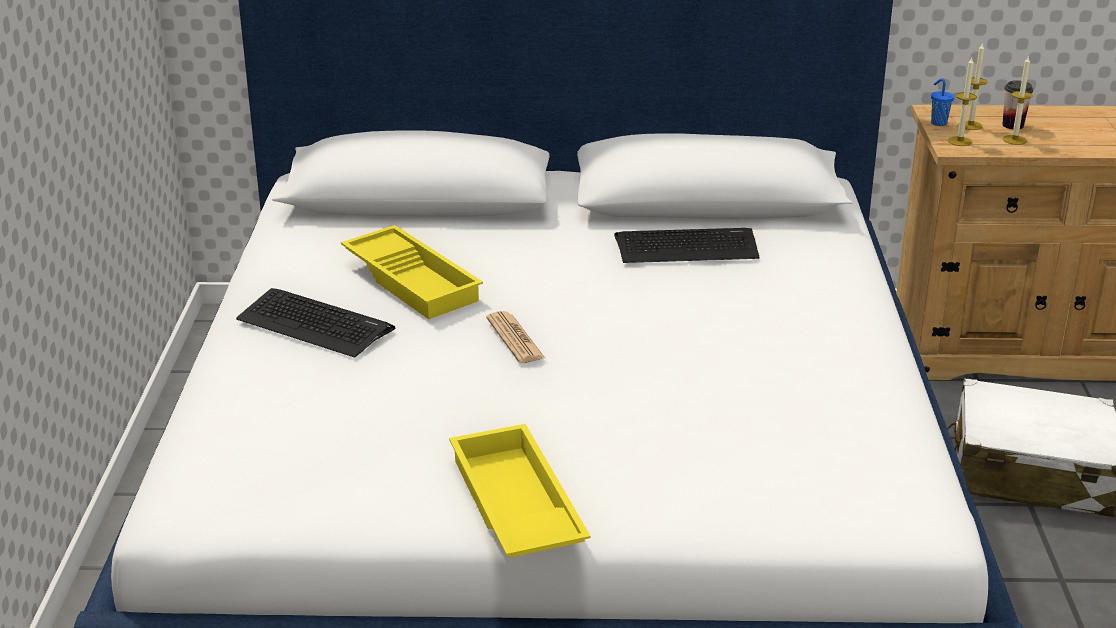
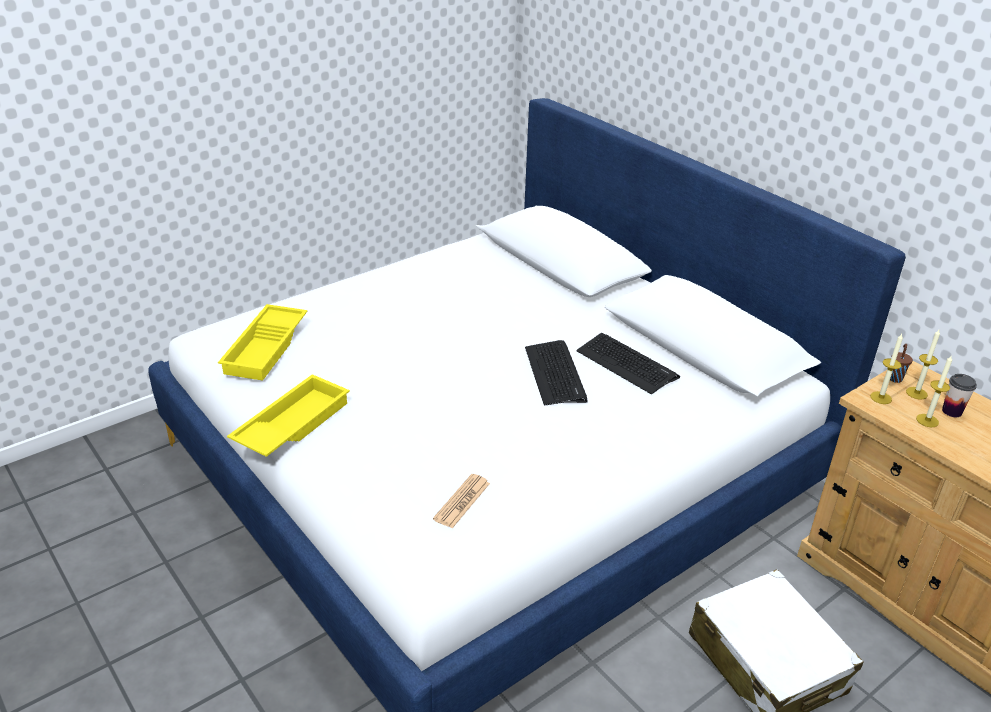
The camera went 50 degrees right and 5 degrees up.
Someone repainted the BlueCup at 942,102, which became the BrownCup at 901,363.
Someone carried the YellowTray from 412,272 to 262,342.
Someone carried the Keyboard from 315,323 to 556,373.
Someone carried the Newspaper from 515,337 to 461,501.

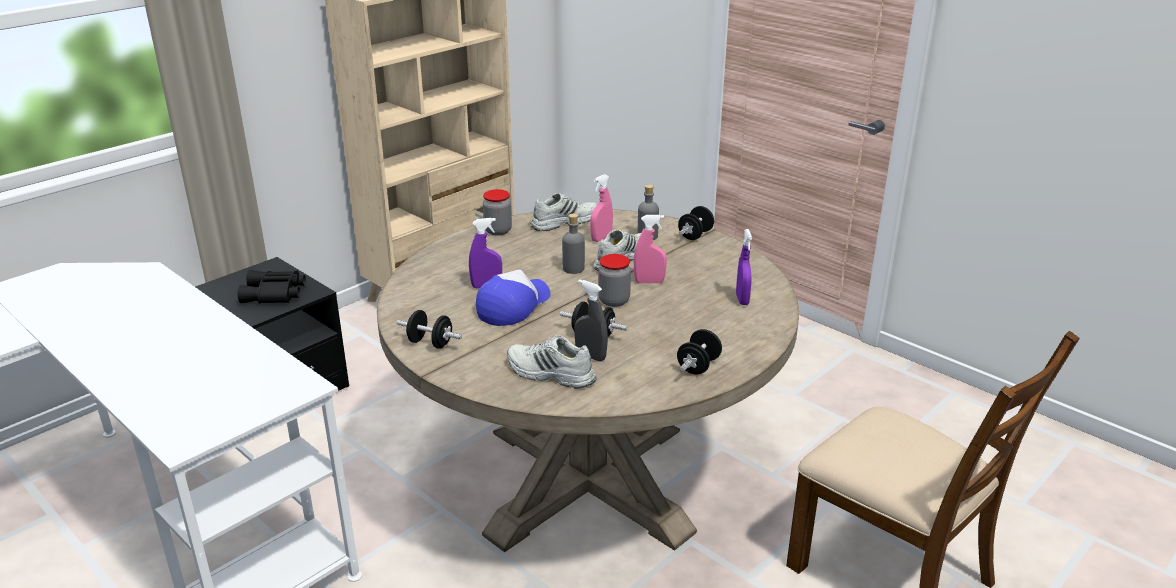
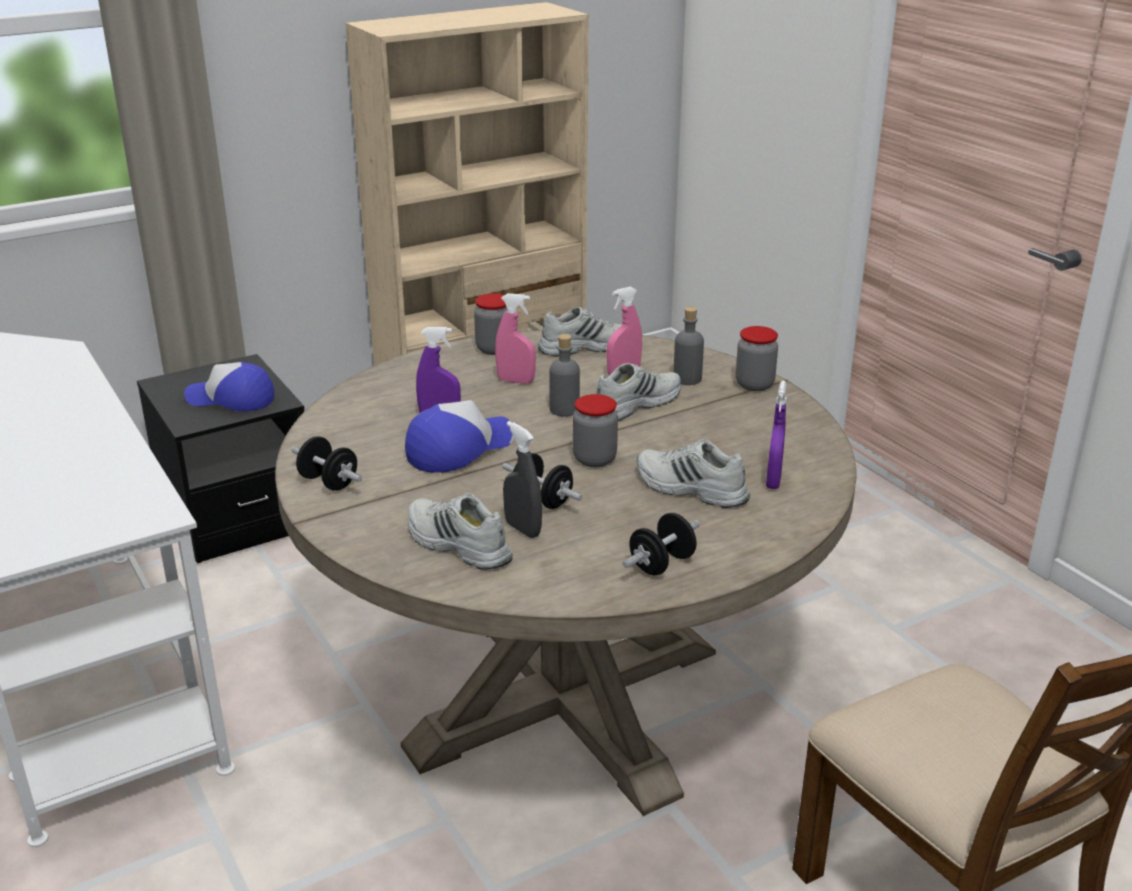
The camera went 15 degrees right and 0 degrees up.
Someone swapped the BlackDumbbell at 696,223 for the Jar at 757,358.
Someone carried the PinkSprayBottle from 650,249 to 515,338.
Someone swapped the BlackBinoculars at 272,287 for the Cap at 229,386.
Someone put down the WhiteShoe at 693,473.

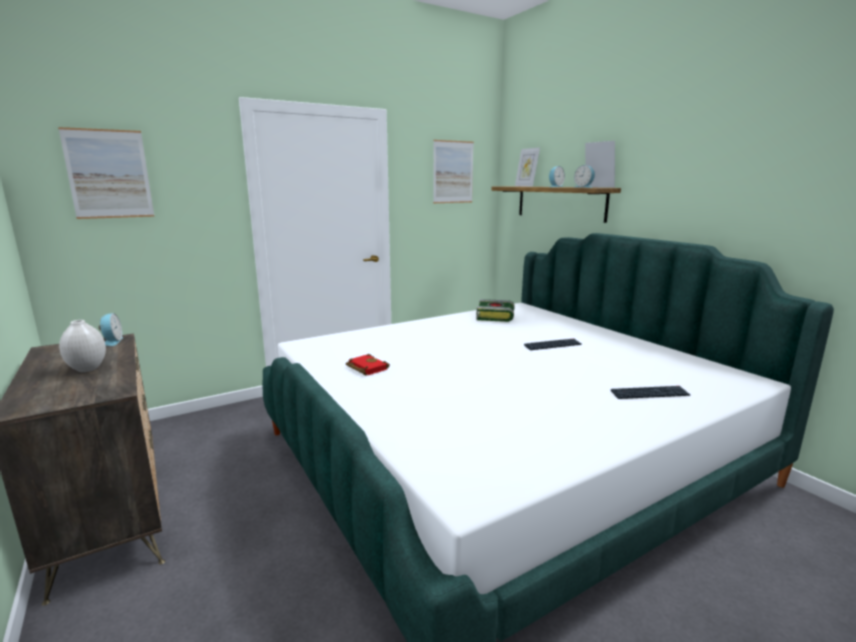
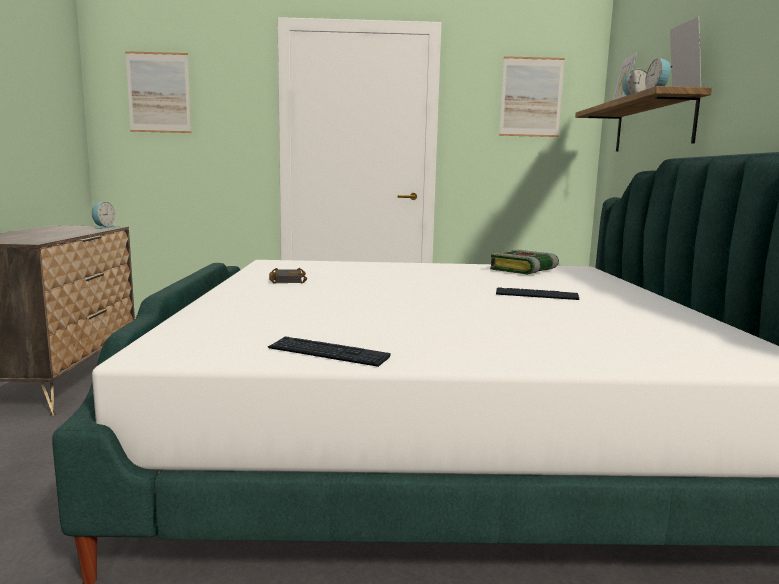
The camera went 30 degrees right and 5 degrees down.
Someone took away the WhiteVase at 82,346.
Someone repainted the RedBook at 368,365, which became the BlackBook at 288,276.
Someone carried the Keyboard from 650,392 to 329,351.

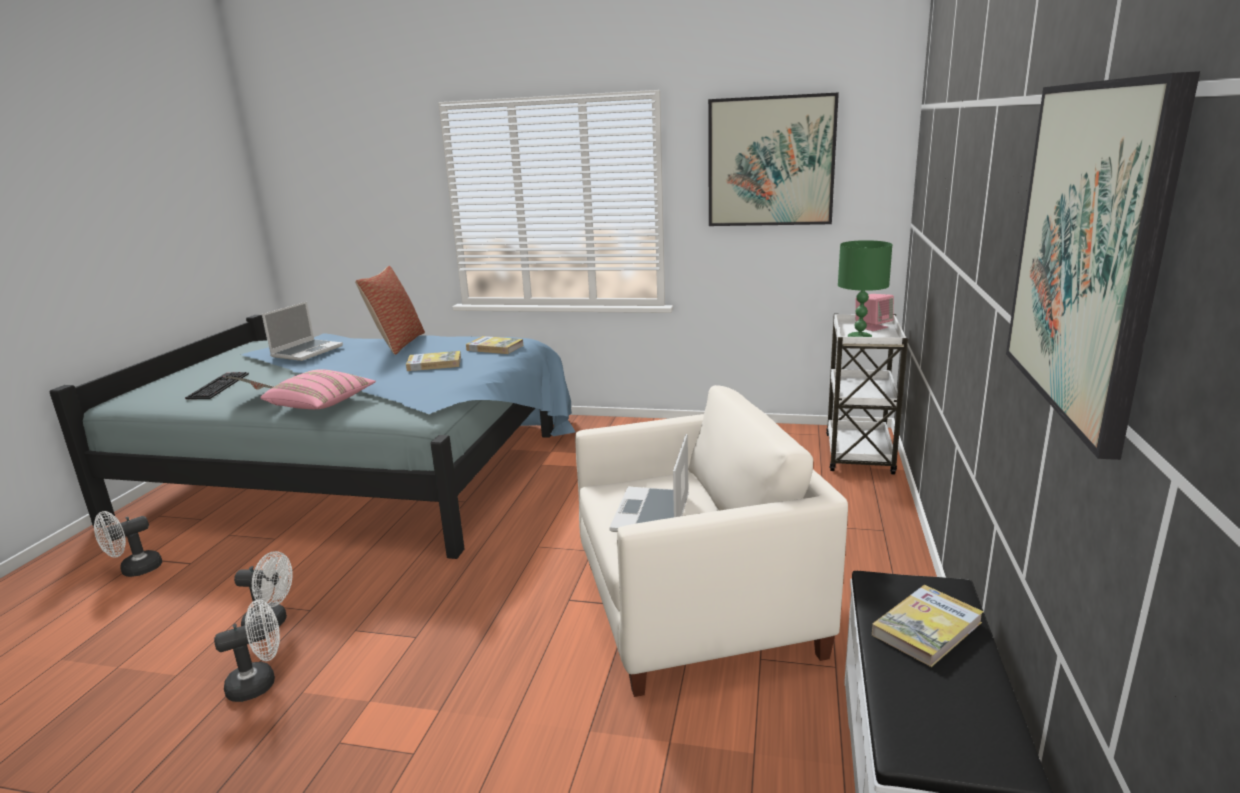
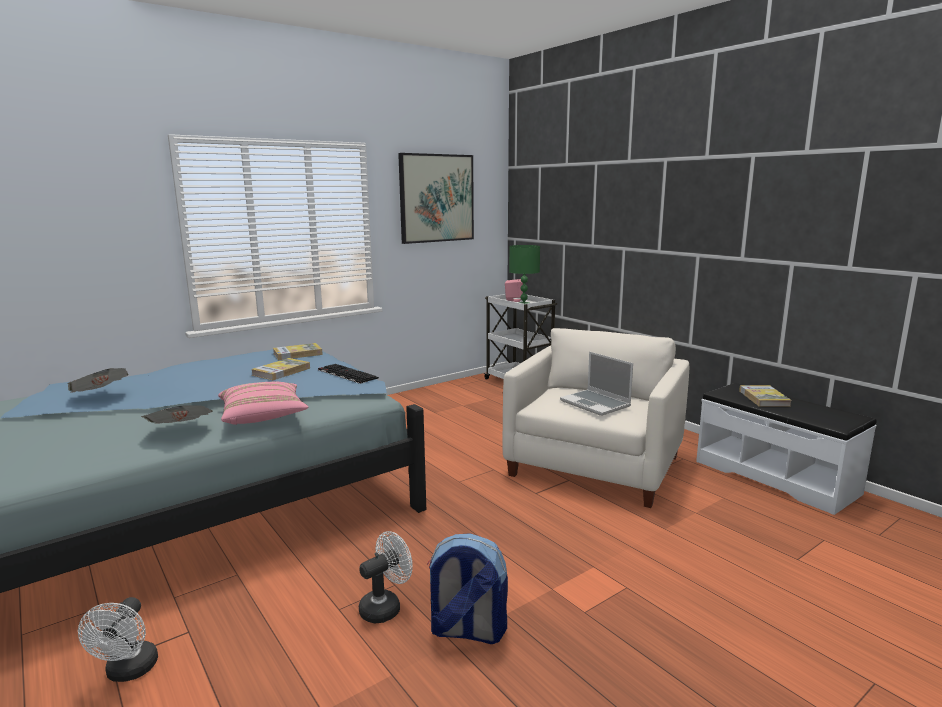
The camera went 50 degrees left and 5 degrees down.
Someone took away the Picture at 1103,265.
Someone took away the Pillow at 390,310.
Someone swapped the Laptop at 302,331 for the Newspaper at 98,380.
Someone carried the Keyboard from 217,386 to 348,374.
Someone swapped the WhiteFan at 247,650 for the Backpack at 467,588.

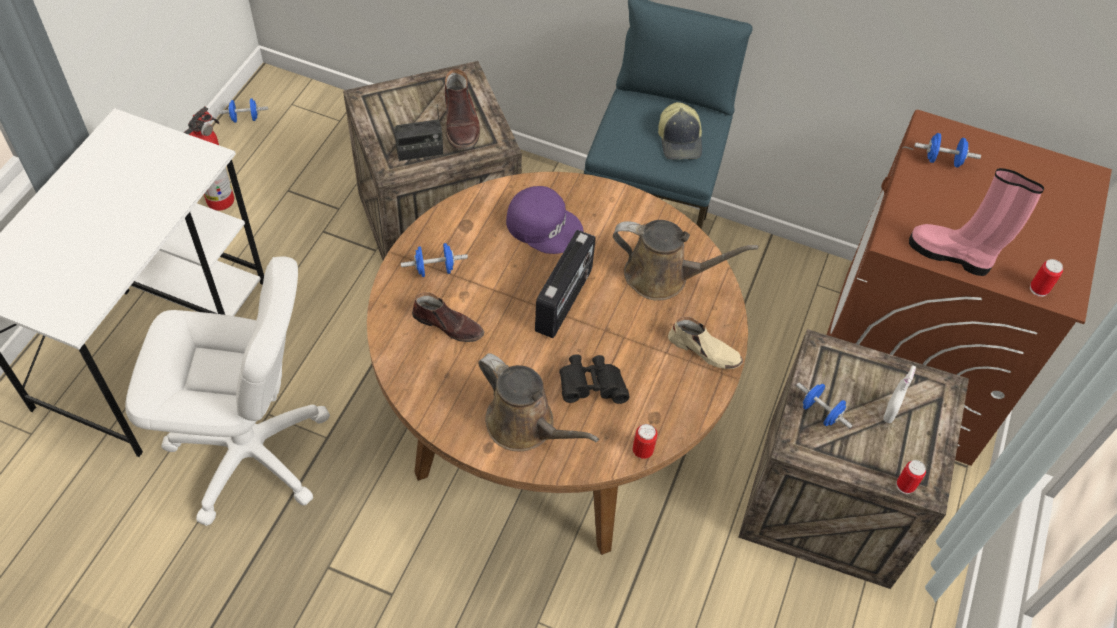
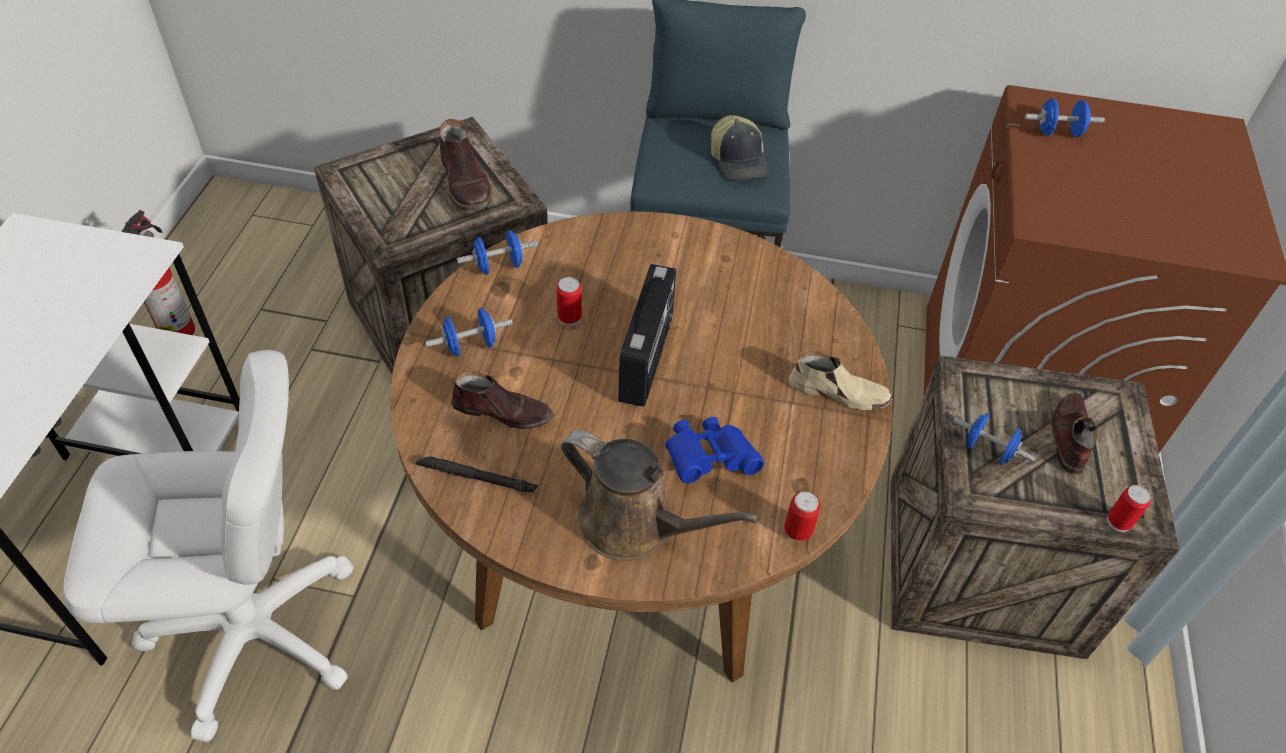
The camera went 10 degrees left and 5 degrees down.
Someone carried the BlueDumbbell from 243,110 to 497,252.
Someone took away the Radio at 418,132.
Someone took away the PinkBoot at 976,222.
Someone took away the PurpleCap at 544,220.
Someone took away the BrownWateringCan at 685,260.
Someone carried the Can from 1046,278 to 569,301.
Someone repainted the BlackBinoculars at 594,379, which became the BlueBinoculars at 714,450.
Someone swapped the WhiteSprayBottle at 899,394 for the BrownShoe at 1074,433.
Someone put down the BlackFlashlight at 477,474.

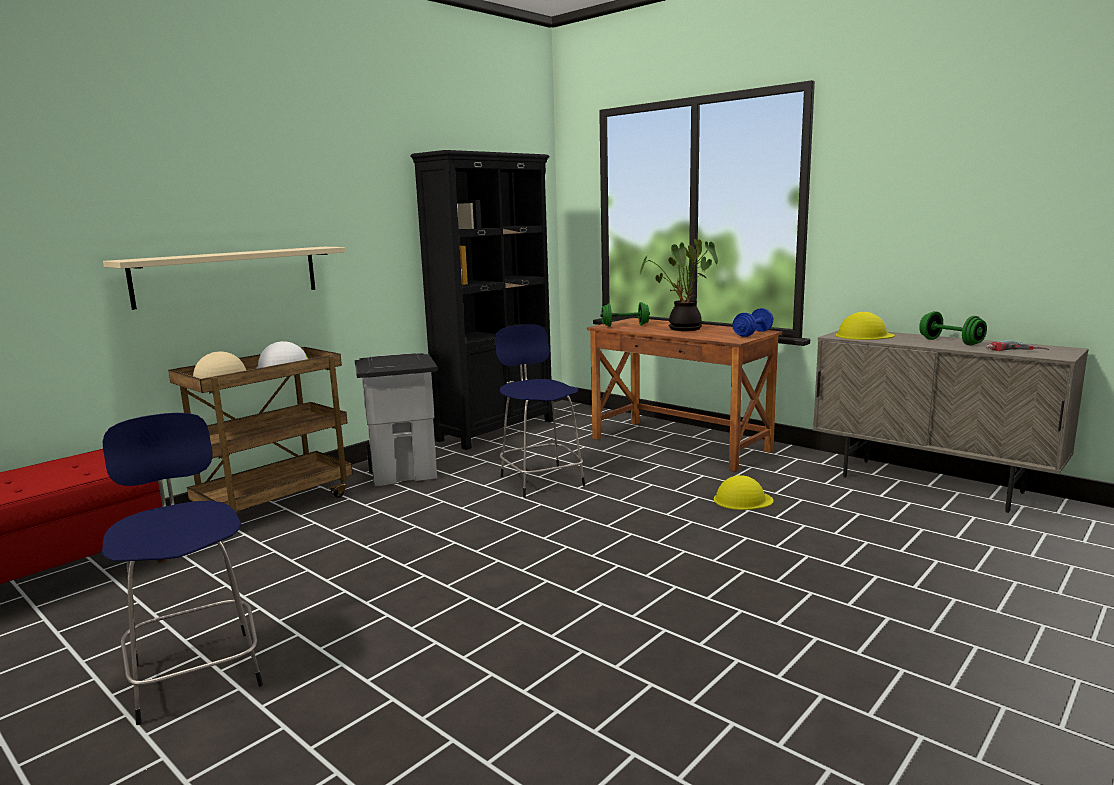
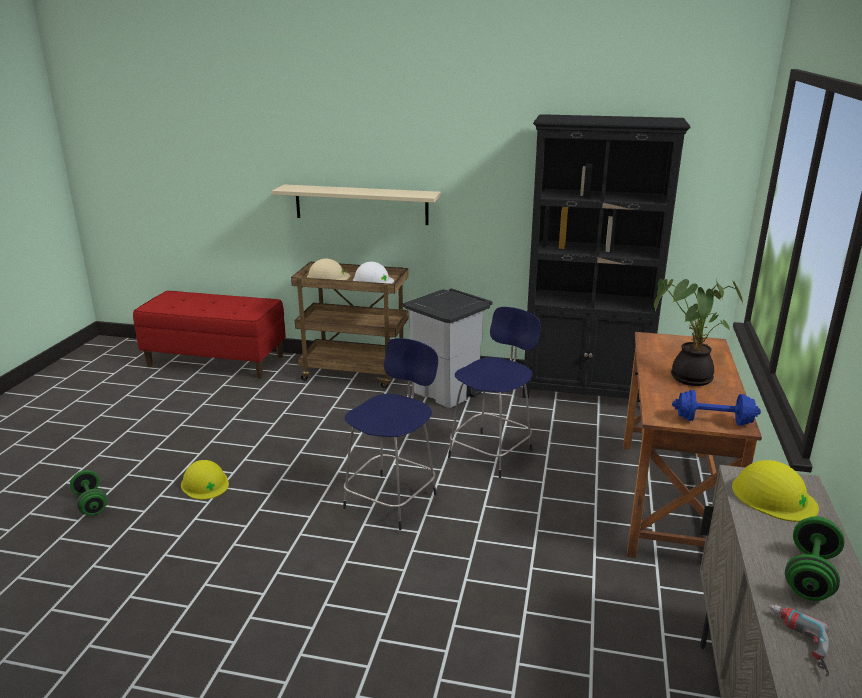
The camera went 60 degrees right and 10 degrees up.
Someone carried the GreenDumbbell from 625,314 to 89,492.
Someone carried the BlueStool from 182,569 to 390,434.
Someone carried the YellowHardHat from 743,492 to 205,480.

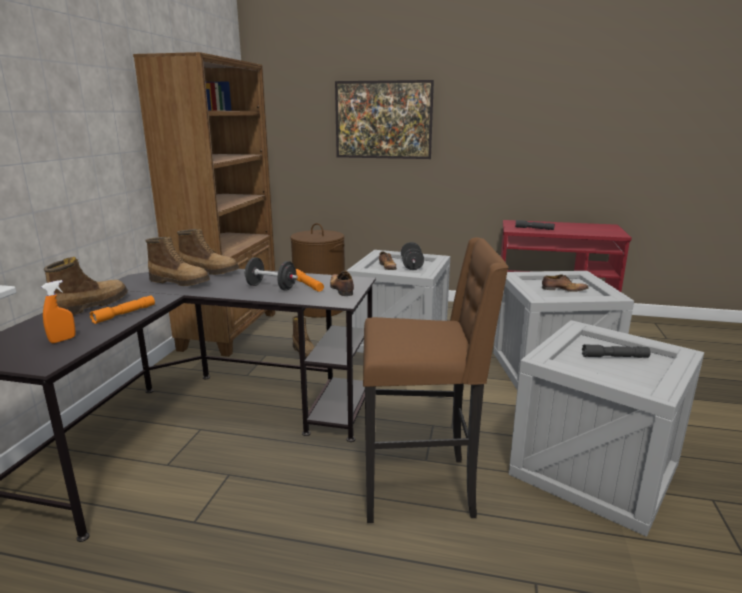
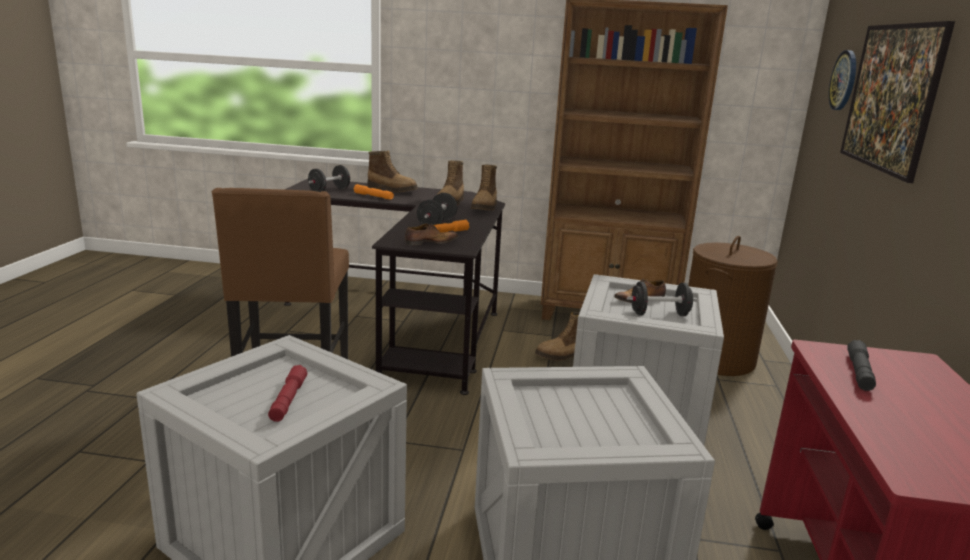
The camera went 85 degrees right and 0 degrees up.
Someone took away the Shoe at 565,283.
Someone swapped the OrangeSprayBottle at 59,311 for the BlackDumbbell at 329,178.
Someone repainted the GreyFlashlight at 616,351, which became the RedFlashlight at 287,393.
Someone put up the WallClock at 842,80.

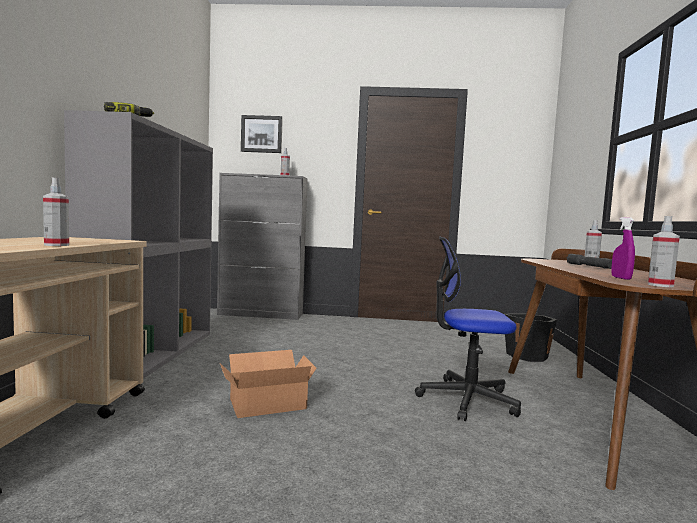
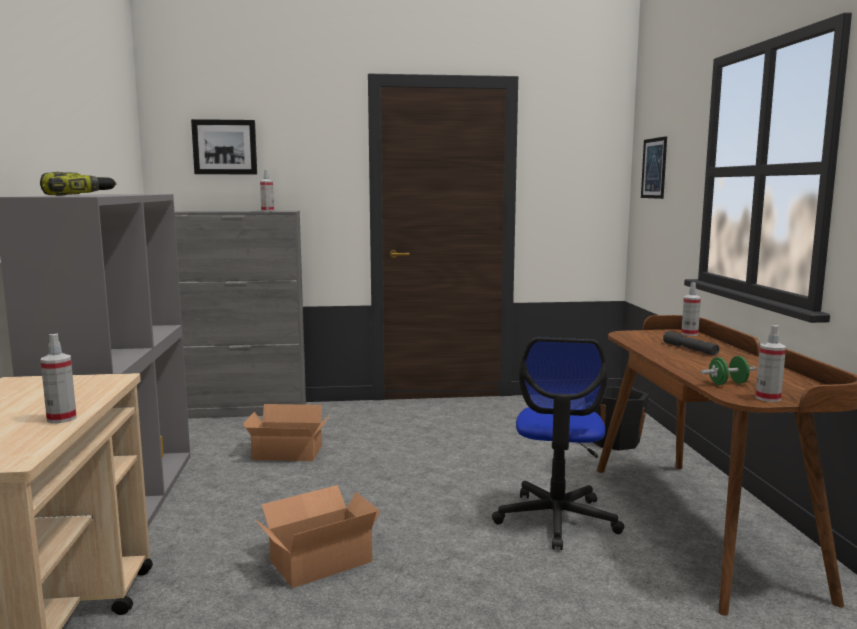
The camera went 10 degrees left and 5 degrees up.
Someone swapped the PurpleSprayBottle at 623,248 for the GreenDumbbell at 728,370.
Someone rotated the OfficeChair at 468,329 by 75 degrees counterclockwise.
Someone put up the Picture at 654,167.
Someone put down the CardboardBox at 286,432.

